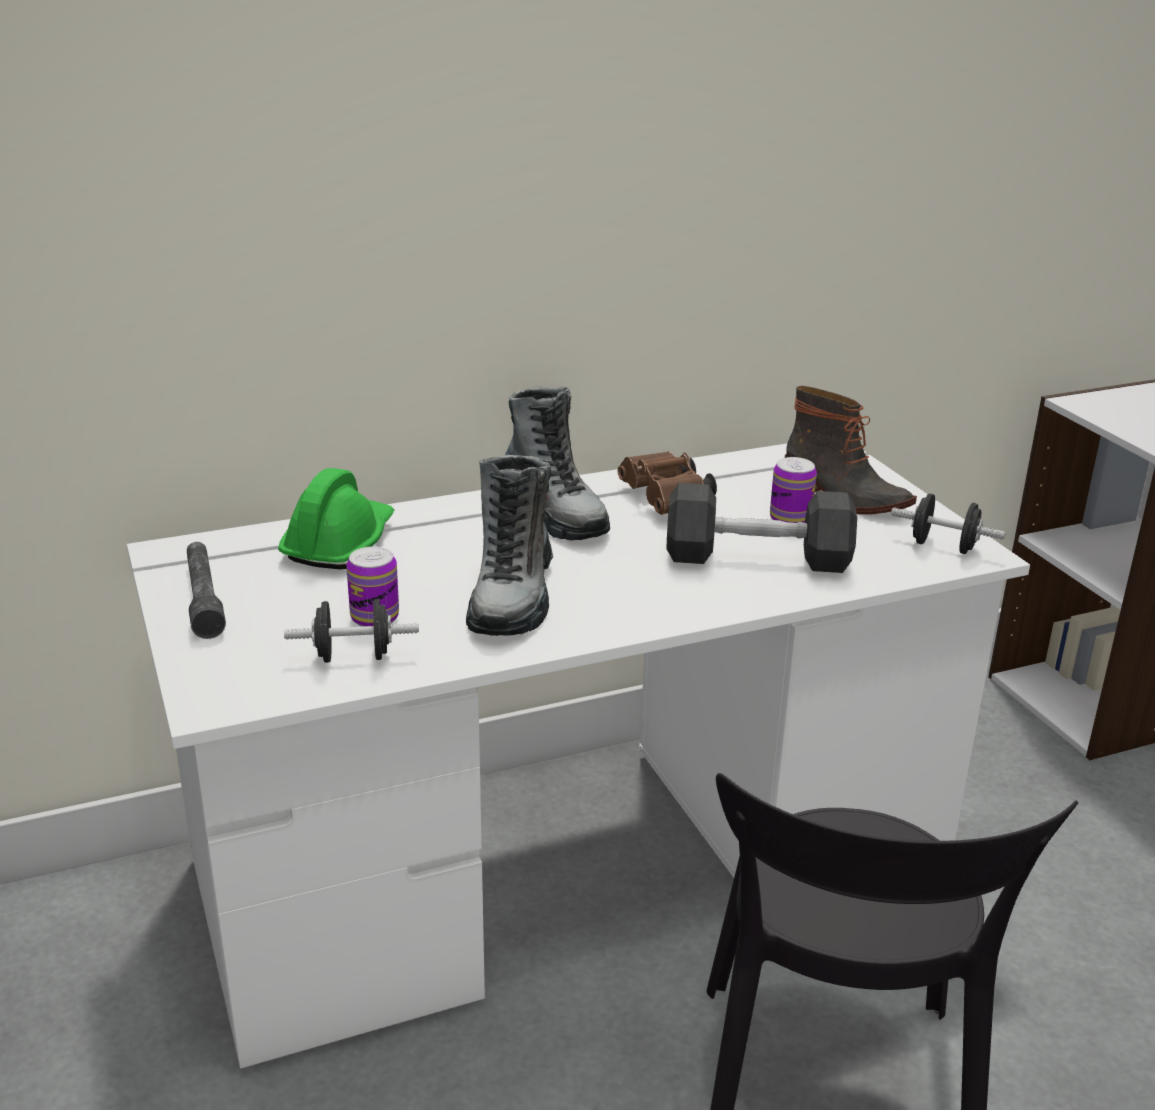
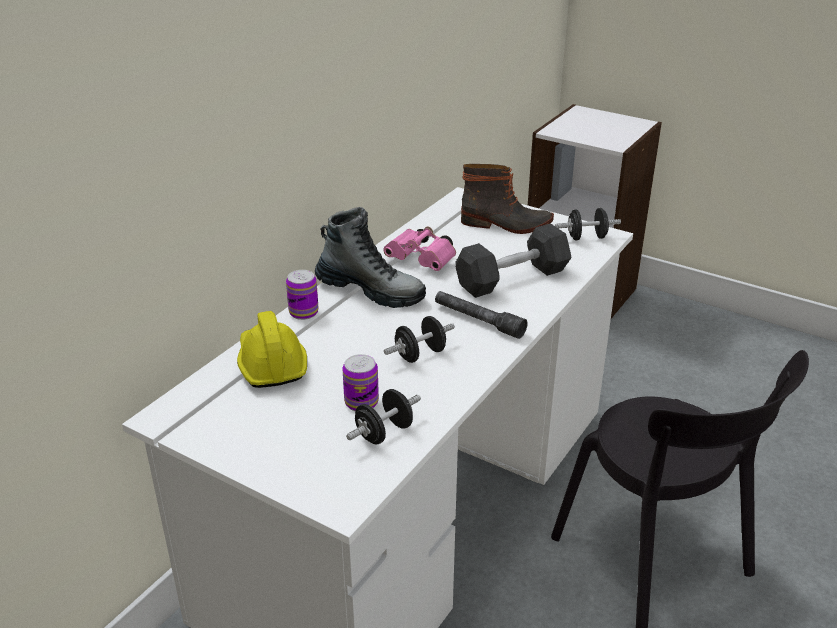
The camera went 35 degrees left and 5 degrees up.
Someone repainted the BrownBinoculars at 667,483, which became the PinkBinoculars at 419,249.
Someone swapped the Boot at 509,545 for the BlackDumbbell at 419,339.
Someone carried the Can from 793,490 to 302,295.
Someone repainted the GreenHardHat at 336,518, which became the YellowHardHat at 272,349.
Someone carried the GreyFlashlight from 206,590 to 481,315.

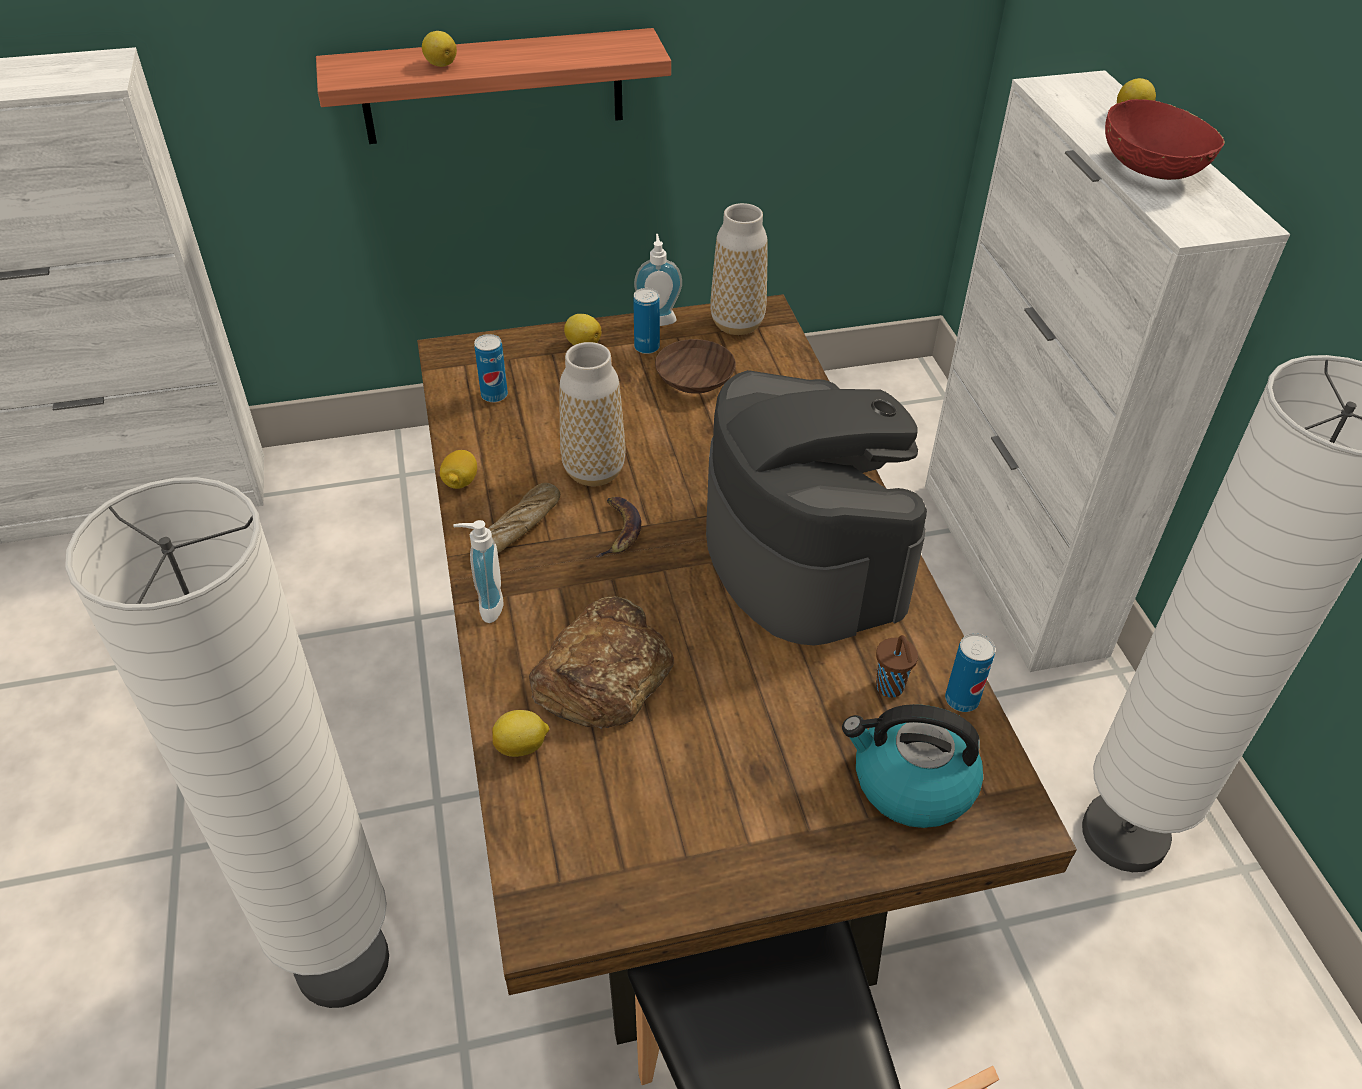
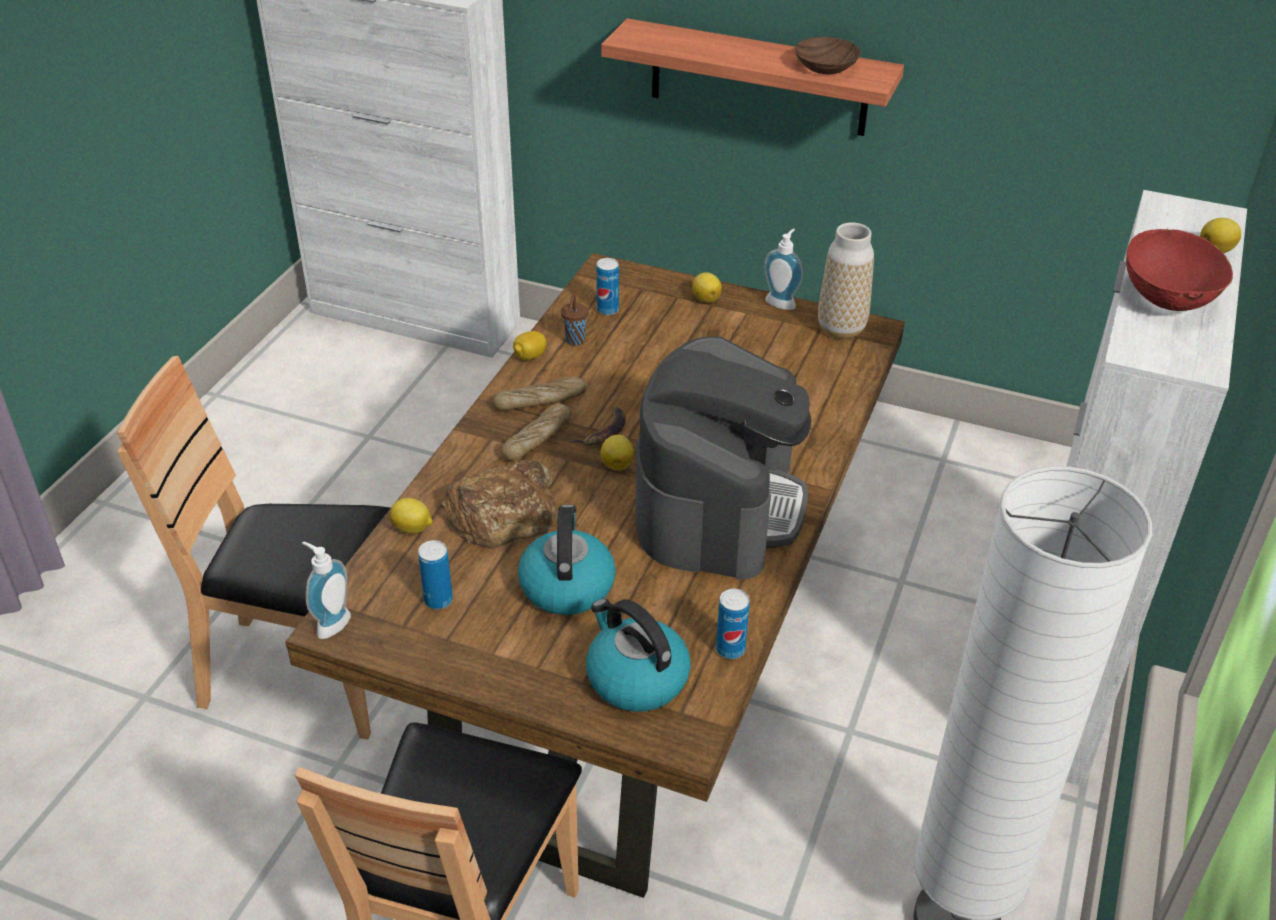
The camera went 35 degrees right and 5 degrees down.
Someone carried the Lemon from 439,49 to 617,453.
Someone carried the Can from 646,321 to 435,574.
Someone carried the BrownBowl from 695,366 to 828,55.
Someone took away the Vase at 592,414.
Someone swapped the WhiteFloorLamp at 227,742 for the BrownChair at 253,547.
Someone carried the SoapDispenser from 478,571 to 326,590.
Someone carried the BrownCup from 897,666 to 574,320.
Someone put down the Bread at 537,431.
Someone put down the Kettle at 567,560.

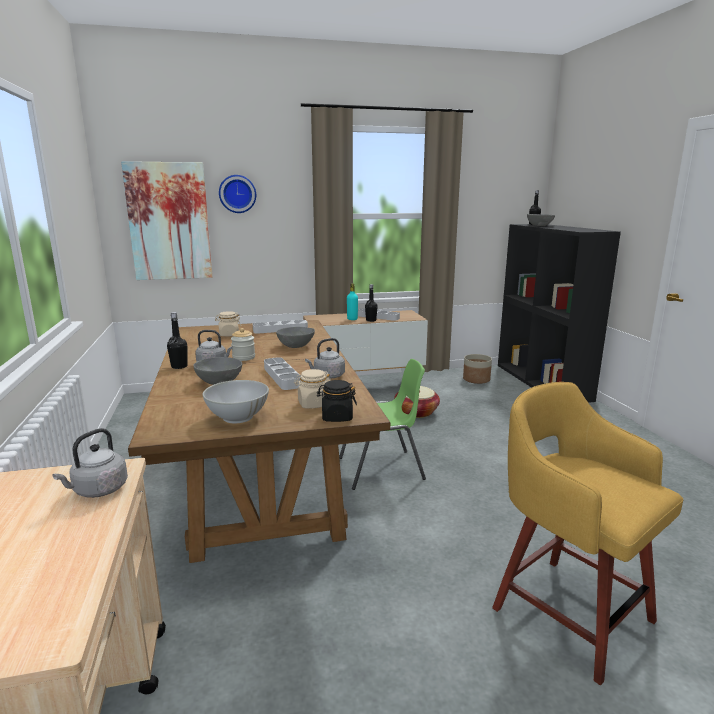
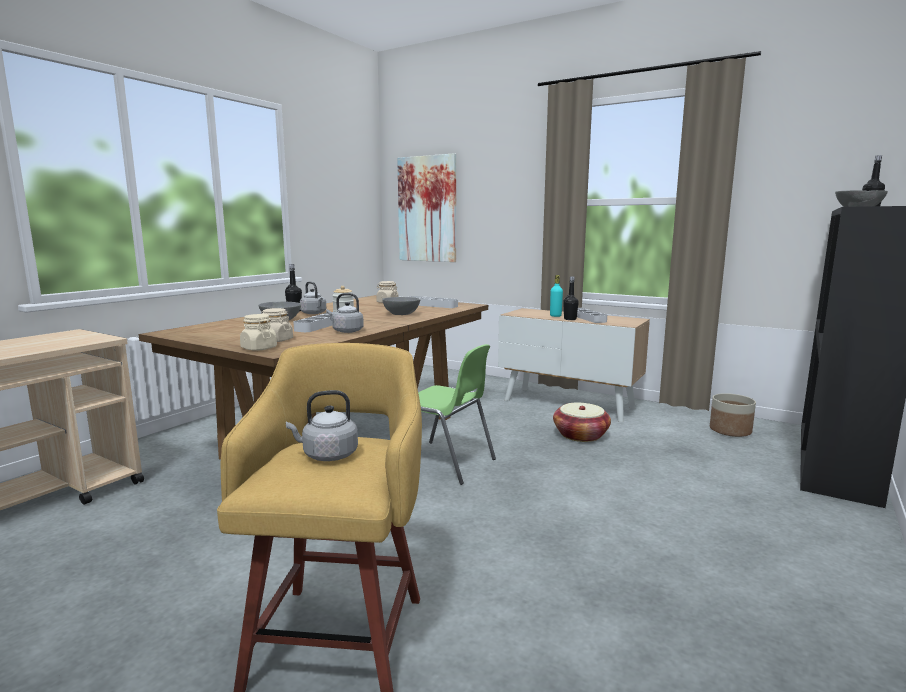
The camera went 45 degrees right and 5 degrees down.
Someone took away the WallClock at 237,194.
Someone took away the WhiteBowl at 236,401.
Someone repainted the BlackJar at 337,401, which became the BeigeJar at 258,332.
Someone carried the GreyKettle from 90,463 to 322,425.

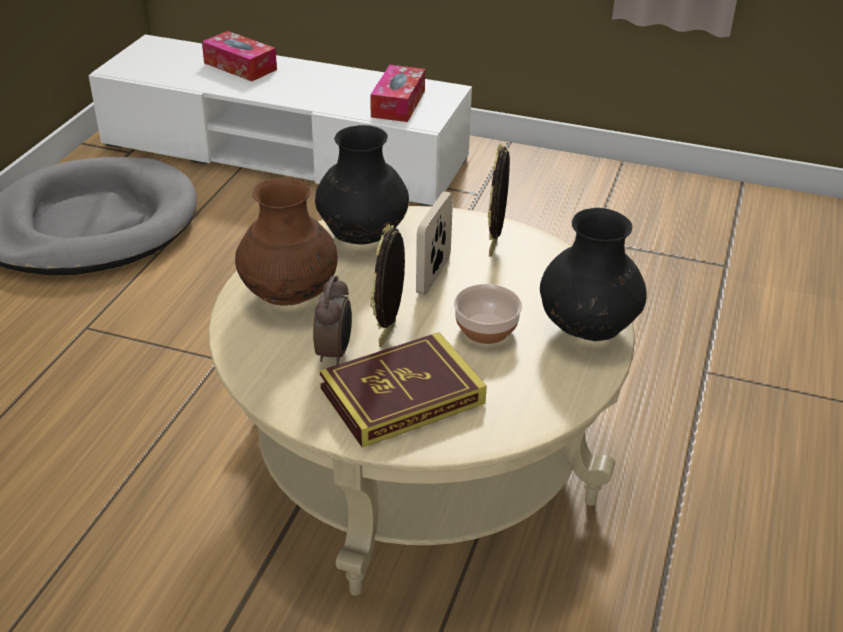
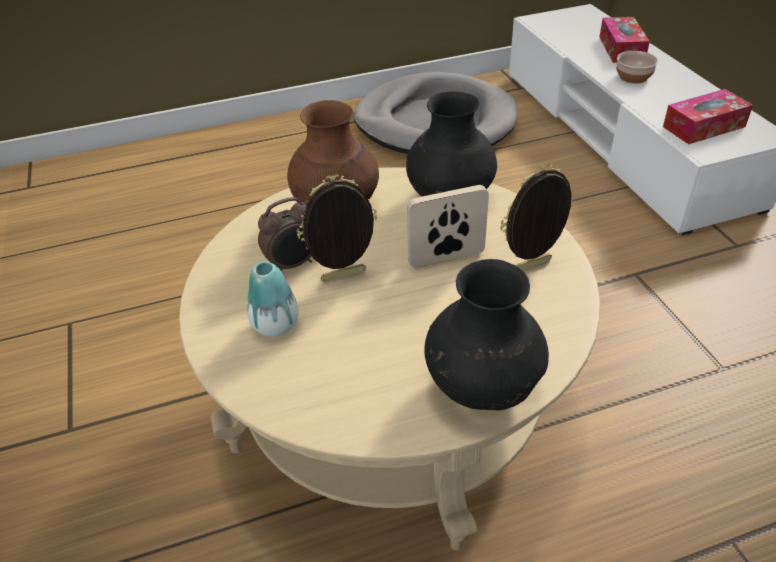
The camera went 55 degrees right and 5 degrees up.
Someone carried the Bowl from 488,314 to 637,67.
Someone swapped the Book at 403,390 for the Vase at 273,299.

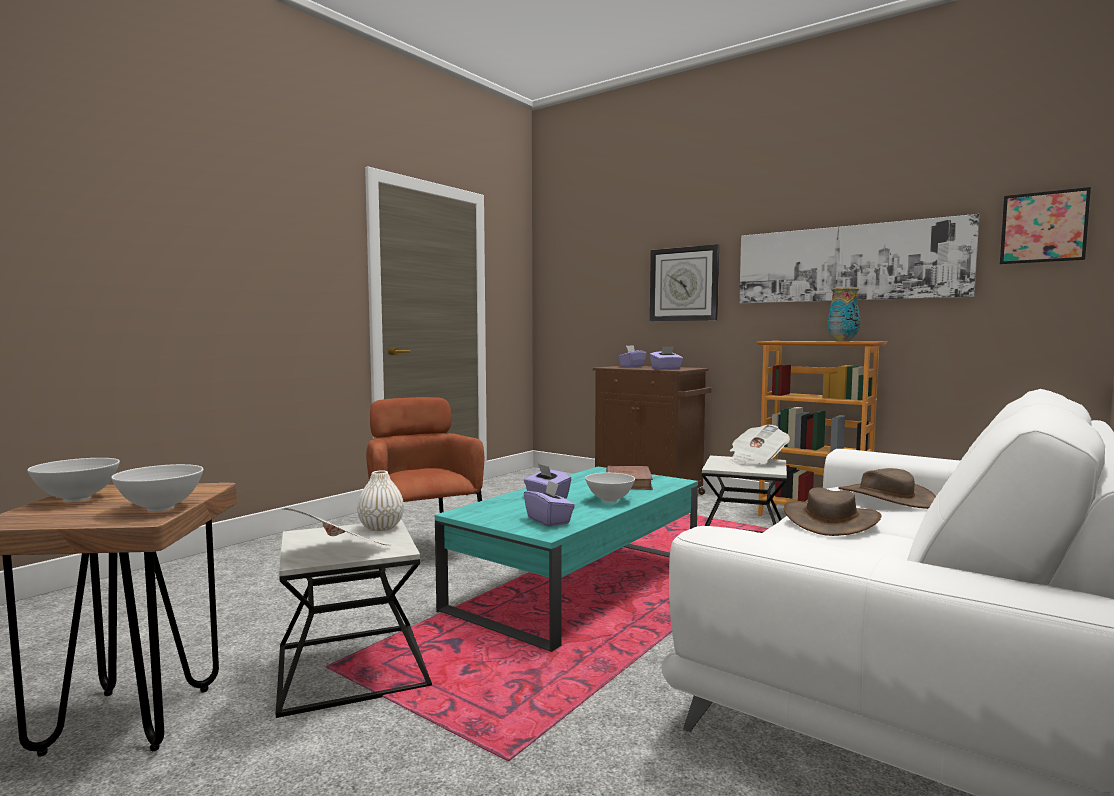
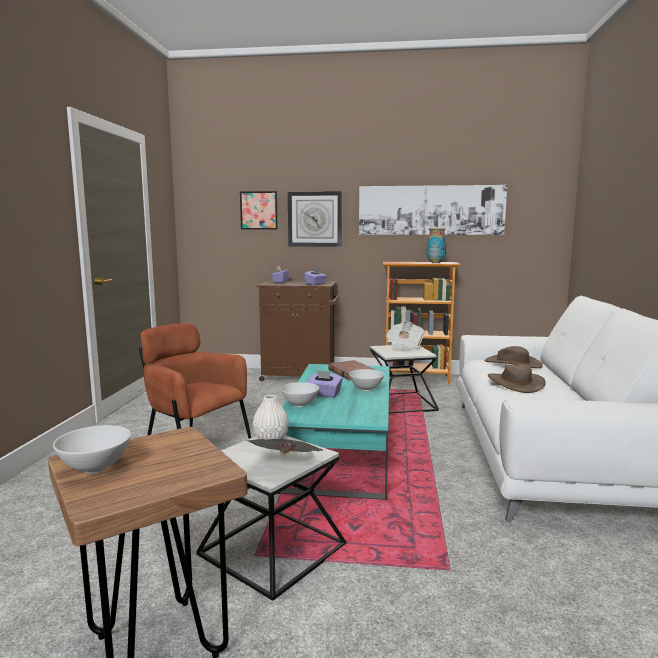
The camera went 30 degrees left and 5 degrees up.
Someone carried the Picture from 1045,225 to 259,210.
Someone carried the WhiteBowl from 157,488 to 300,394.
Someone took away the PurpleTissueBox at 549,504.

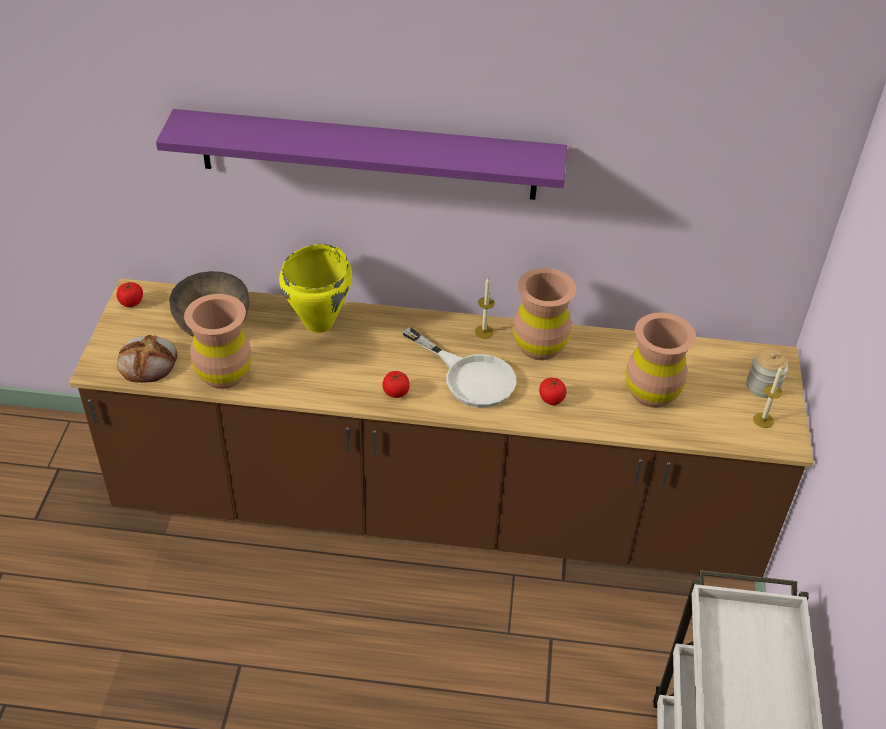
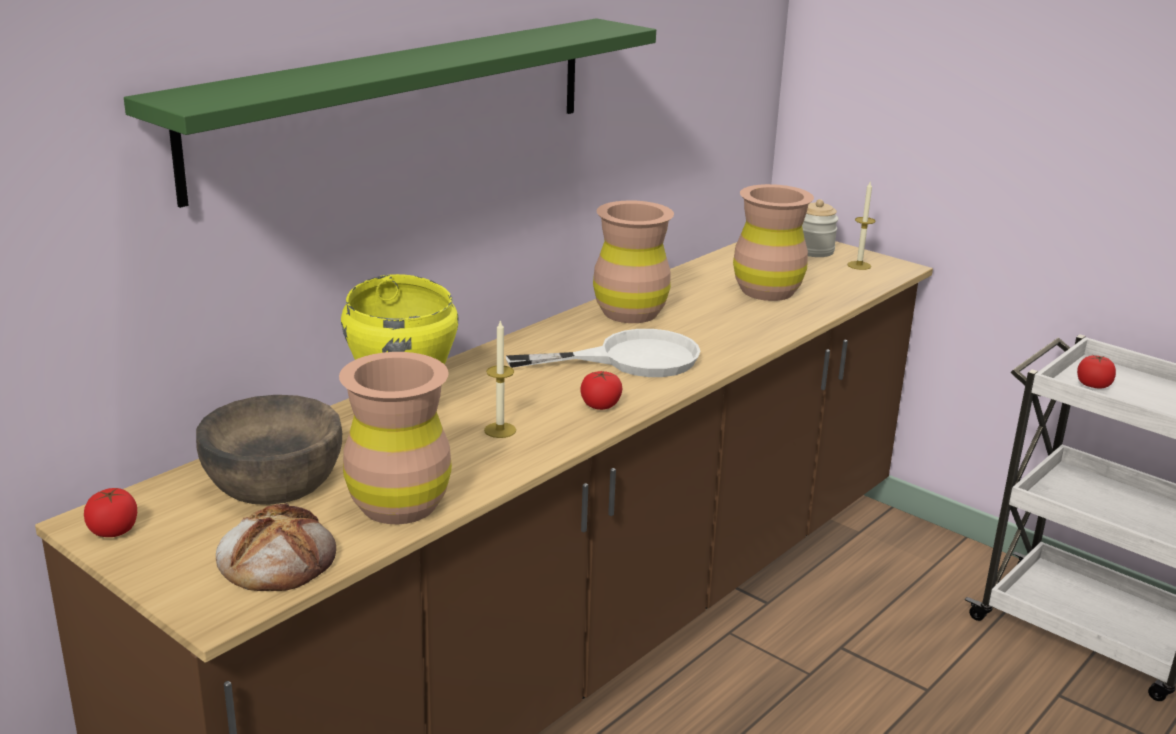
The camera went 55 degrees left and 20 degrees down.
Someone repainted the PurpleShelf at 361,154, which became the GreenShelf at 390,113.
Someone carried the Candle from 485,308 to 500,378.
Someone carried the Tomato from 553,391 to 1096,371.

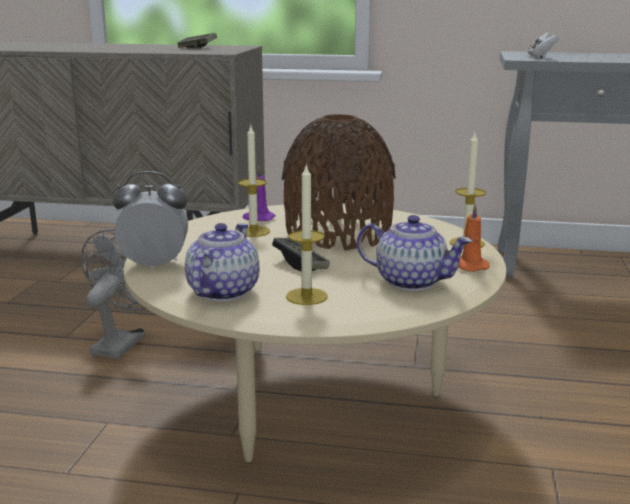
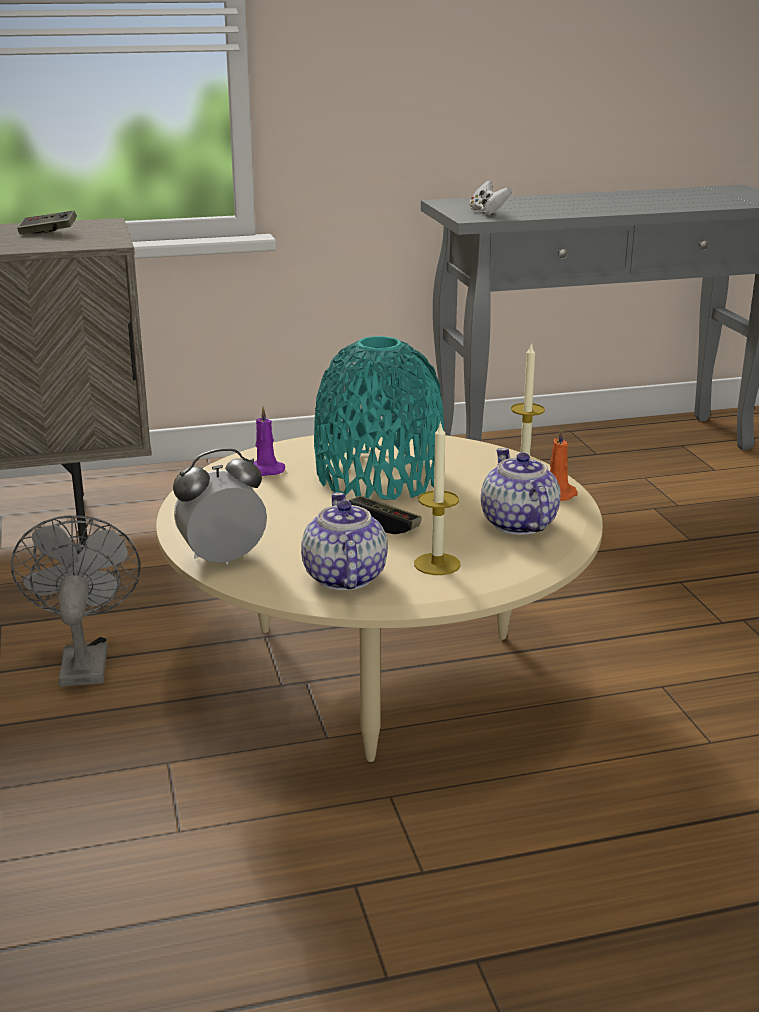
The camera went 25 degrees left and 5 degrees up.
Someone repainted the BrownVase at 338,182, which became the TurquoiseVase at 379,418.
Someone took away the Candle at 254,181.
Someone rotated the Teapot at 415,253 by 105 degrees counterclockwise.

